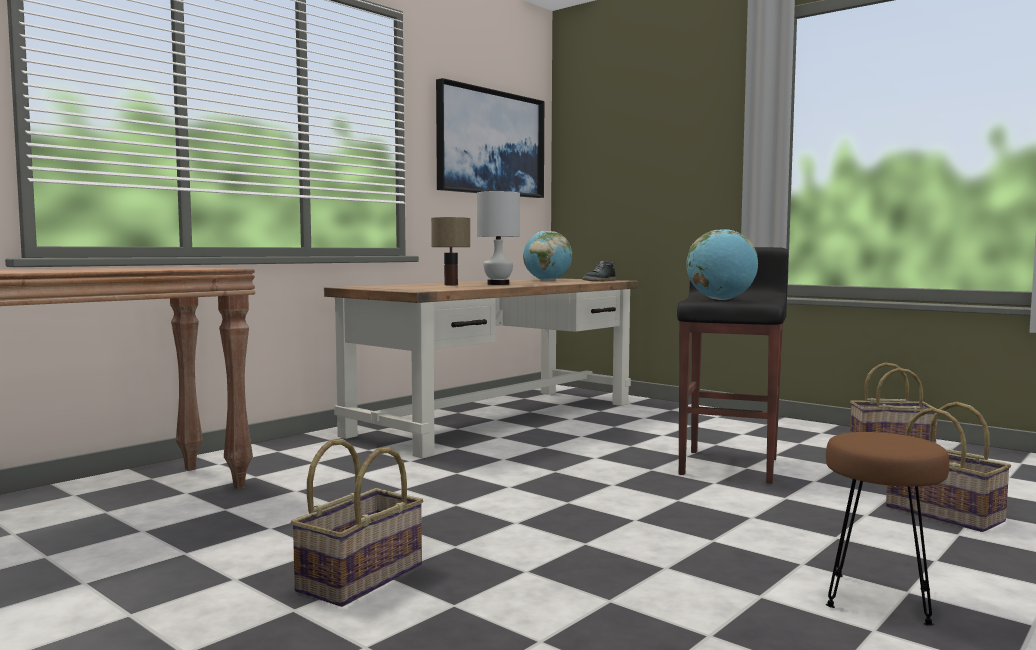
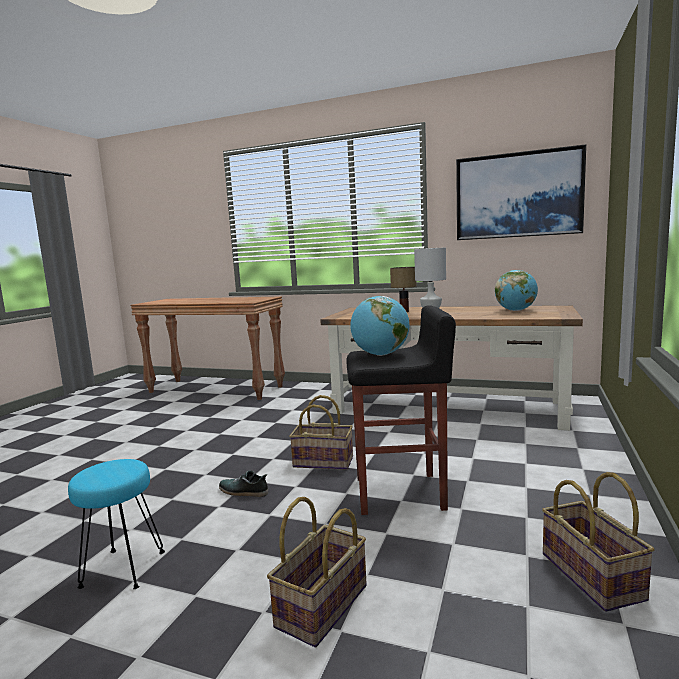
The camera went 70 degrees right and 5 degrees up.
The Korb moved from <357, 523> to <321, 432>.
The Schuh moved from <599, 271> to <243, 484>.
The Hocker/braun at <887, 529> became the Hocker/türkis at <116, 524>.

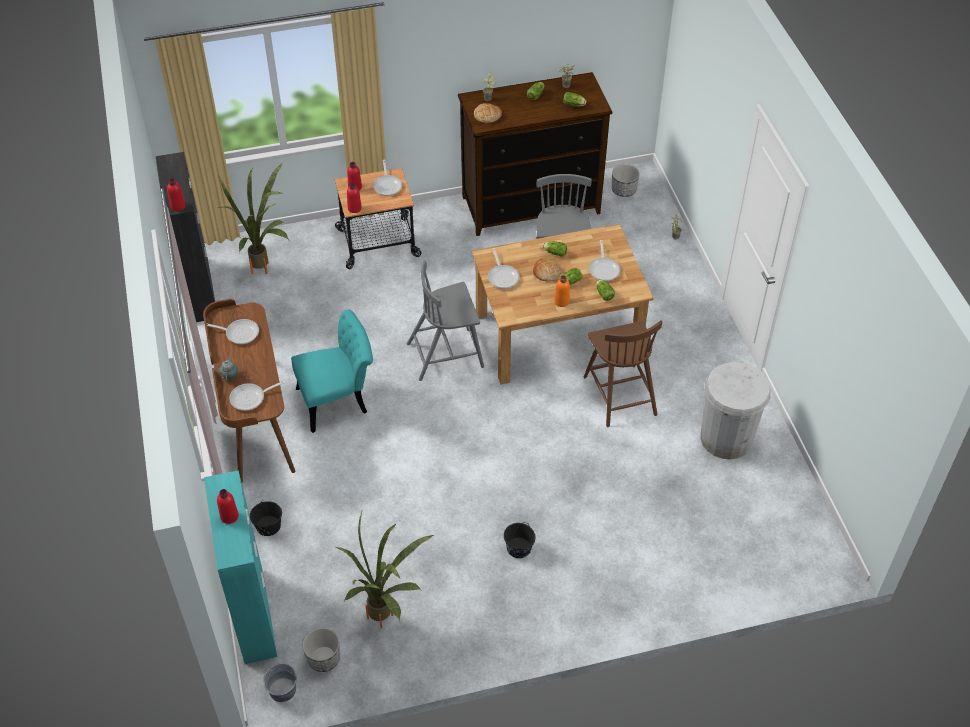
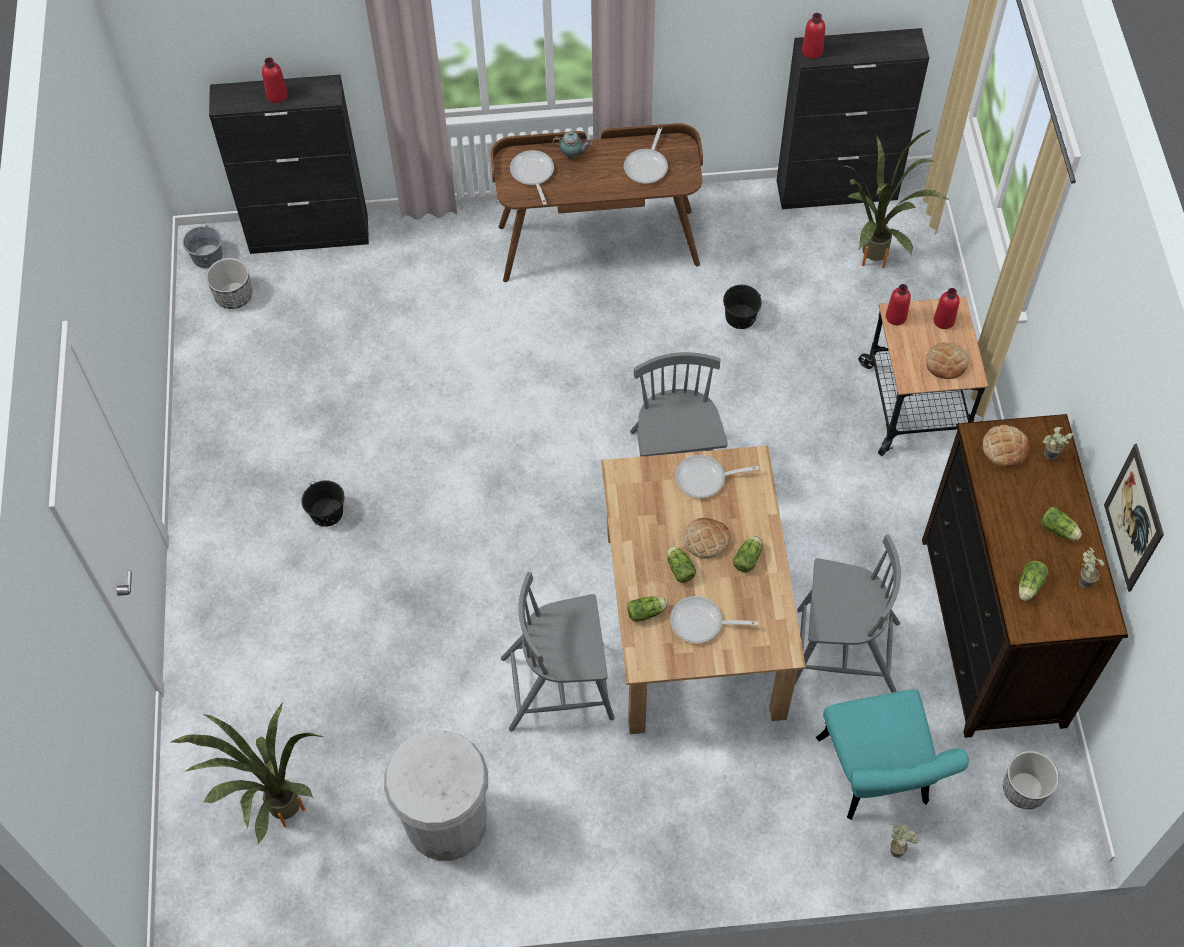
The camera went 100 degrees right and 10 degrees up.
The Schrank/türkis at <240, 567> became the Schrank/schwarz at <289, 164>.
The Eimer/schwarz moved from <266, 518> to <742, 307>.
The Stuhl/türkis moved from <332, 371> to <892, 755>.
The Topfpflanze moved from <384, 570> to <247, 773>.
The Pfanne at <387, 177> was replaced by the Brot at <947, 361>.
The Flasche/orange at <562, 291> disappeared.
The Stuhl/braun at <623, 373> became the Stuhl/grau at <557, 652>.
The Bild at <1134, 518> appeared.

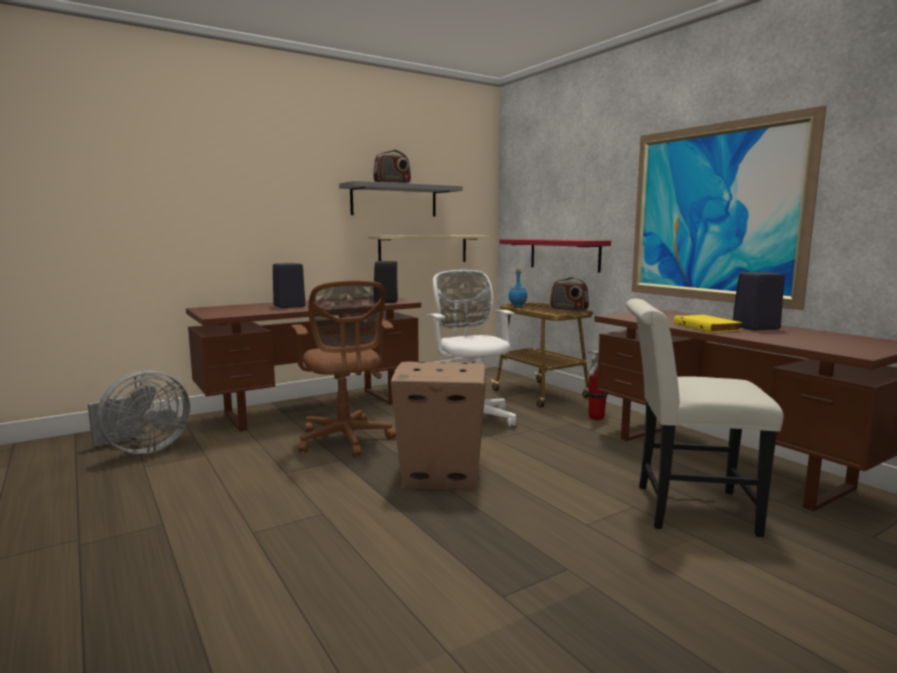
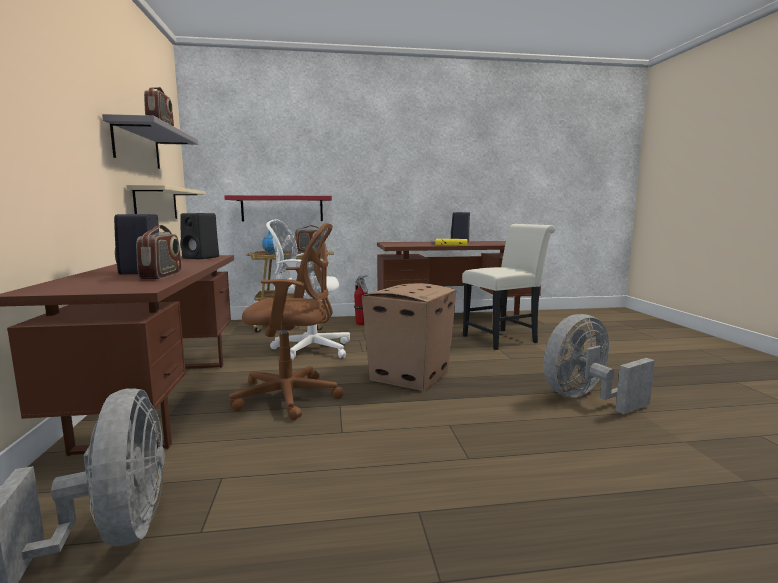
The camera went 65 degrees left and 0 degrees up.
The Stuhl/weiß at <705, 418> turned 150 degrees counterclockwise.
The Bild at <729, 207> disappeared.
The Radio at <159, 252> appeared.
The Ventilator/grau at <599, 364> appeared.

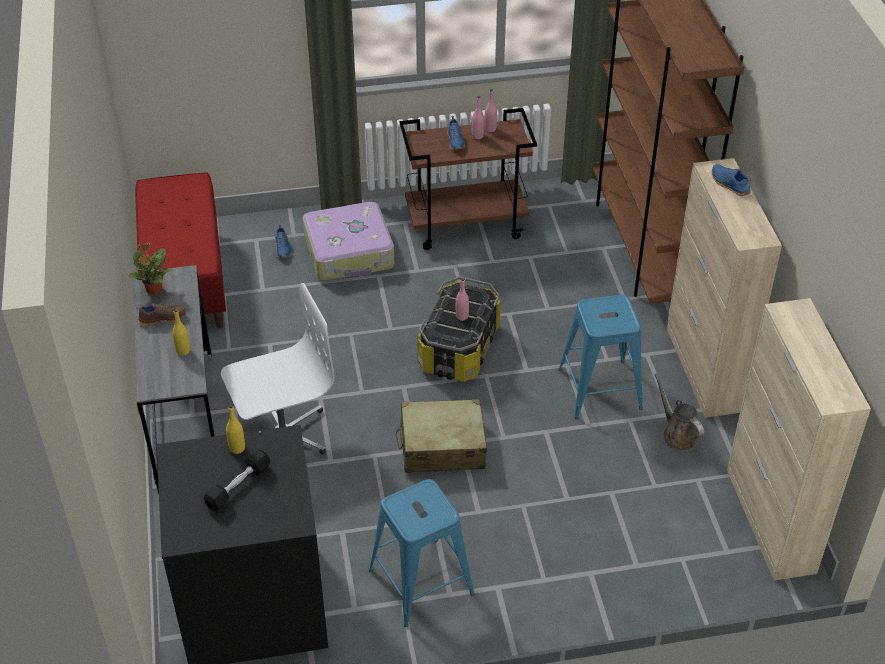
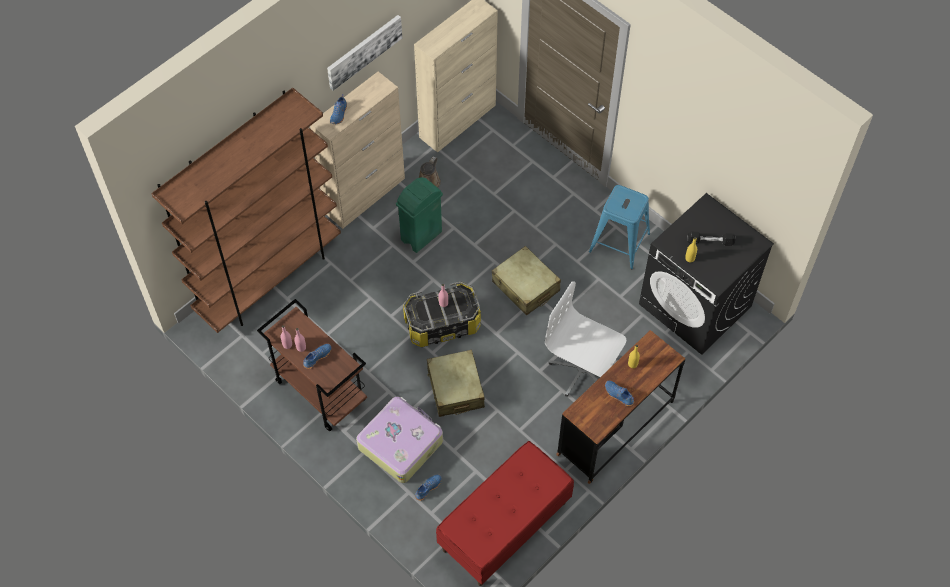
The camera went 125 degrees left and 15 degrees up.
The Topfpflanze at <150, 268> disappeared.
The Schreibtisch/grau at <174, 379> became the Schreibtisch/braun at <620, 407>.
The Schuh/braun at <161, 314> became the Schuh/blau at <619, 393>.
The Hocker/blau at <600, 357> was replaced by the Mülleimer/grün at <419, 215>.
The Bild at <364, 53> appeared.
The Koffer/beige at <456, 383> appeared.

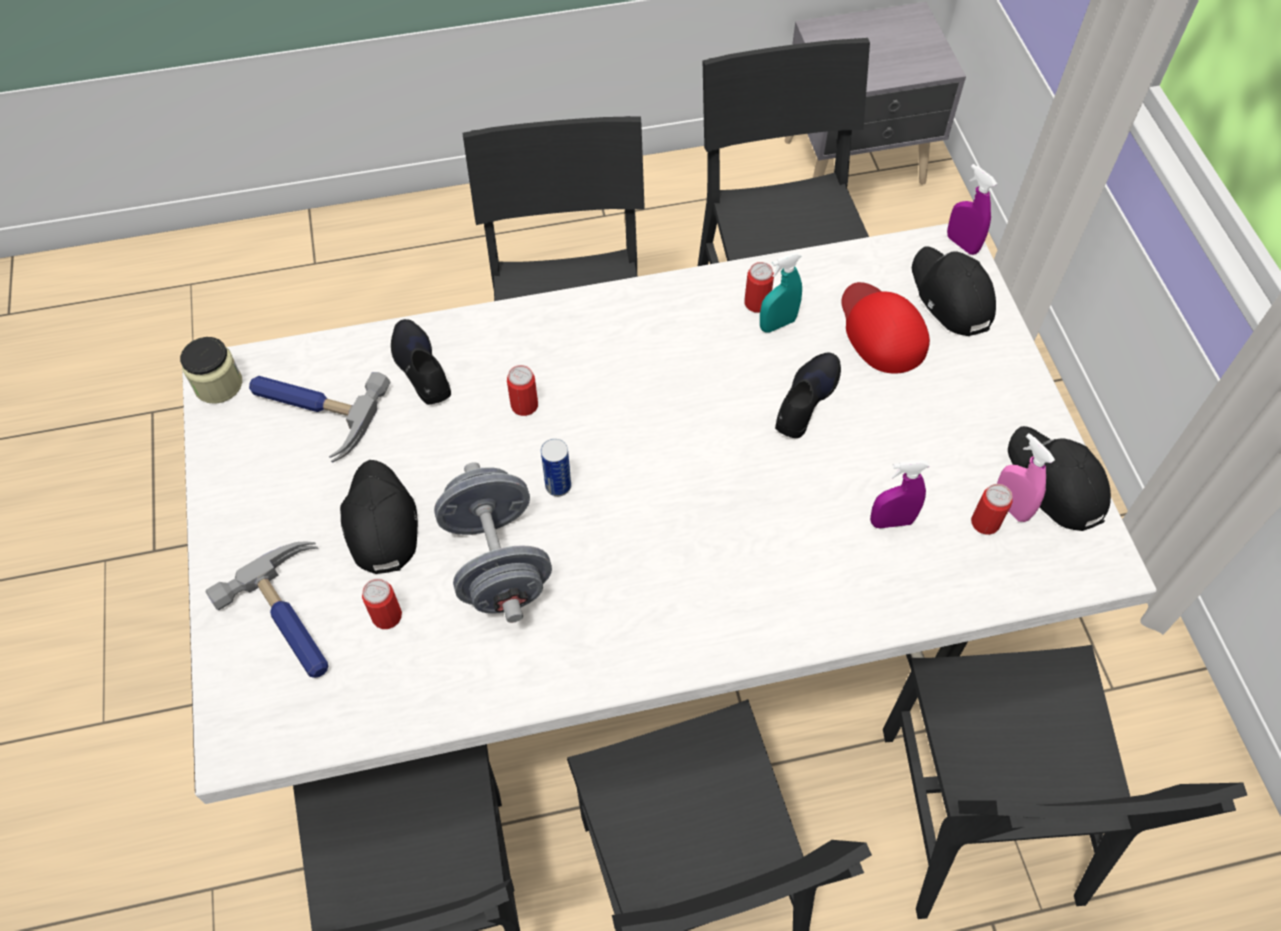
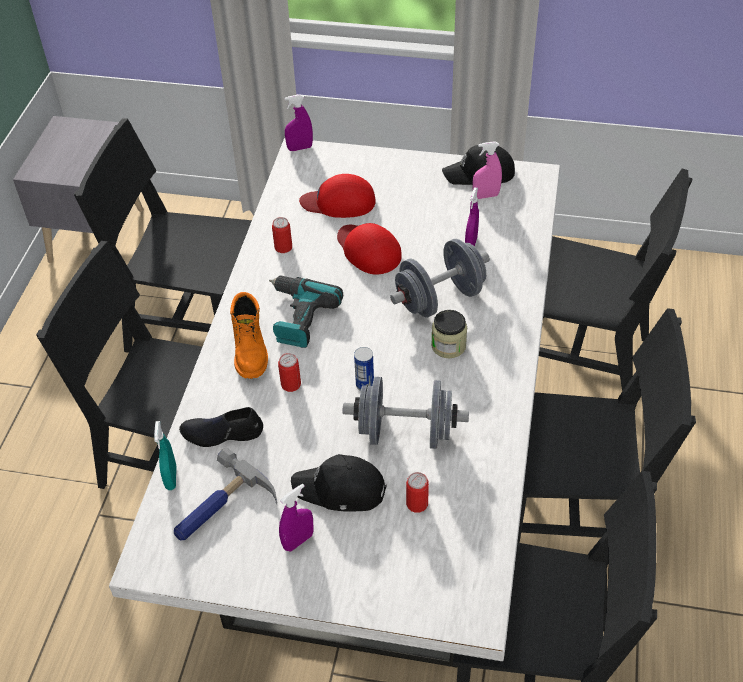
The camera went 65 degrees left and 10 degrees down.
The Vorratsglas moved from <211, 370> to <449, 334>.
The Hammer at <267, 609> disappeared.
The Sprühflasche/türkis moved from <781, 292> to <165, 455>.
The Schuh/schwarz at <808, 395> was replaced by the Kappe/rot at <369, 248>.
The Kappe/schwarz at <954, 291> disappeared.
The Dose at <992, 509> disappeared.
The Stiefel/orange at <249, 335> appeared.
The Bohrmaschine at <306, 311> appeared.
The Sprühflasche/lila at <296, 517> appeared.
The Hantel/grau at <440, 278> appeared.

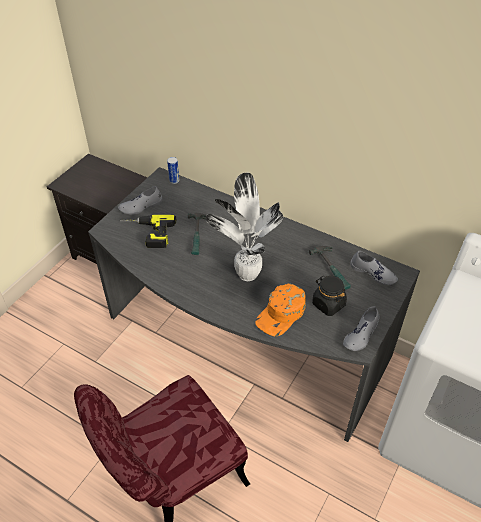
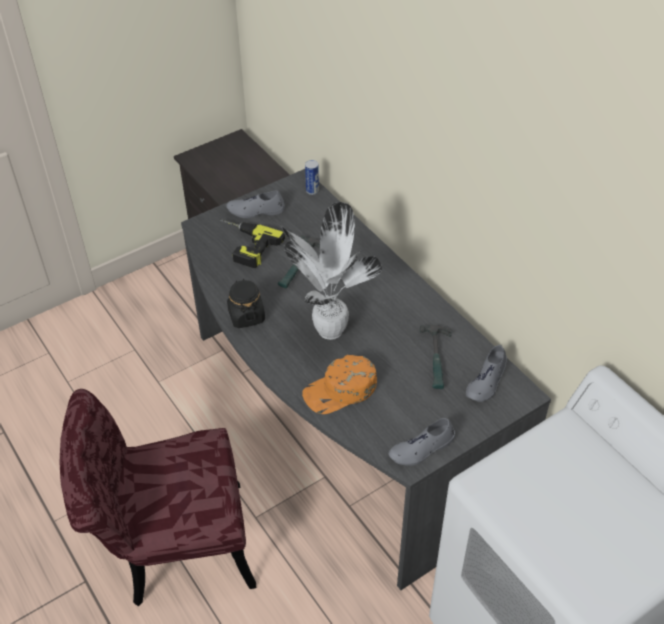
The camera went 25 degrees right and 0 degrees up.
The Vorratsglas/schwarz moved from <329, 296> to <246, 303>.
The Schuh/grau at <374, 268> turned 60 degrees clockwise.

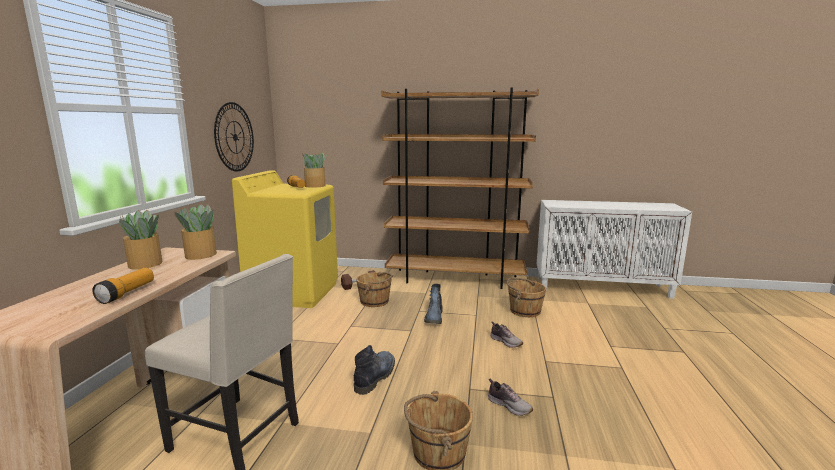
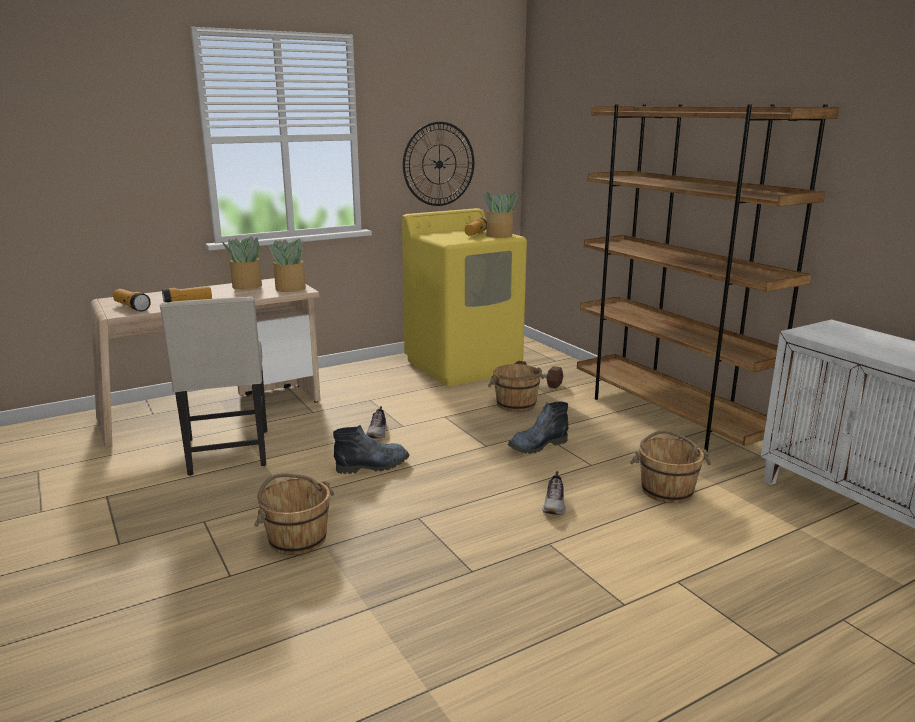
The camera went 50 degrees right and 5 degrees up.
The Schuh moved from <510, 397> to <376, 422>.
The Taschenlampe at <132, 300> appeared.

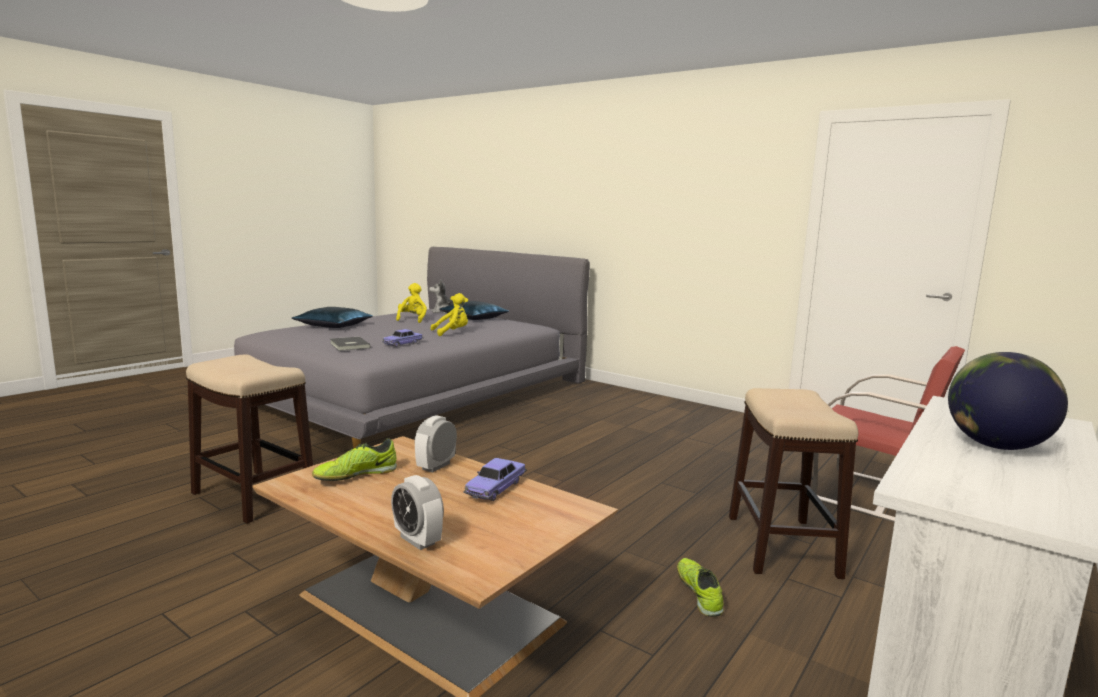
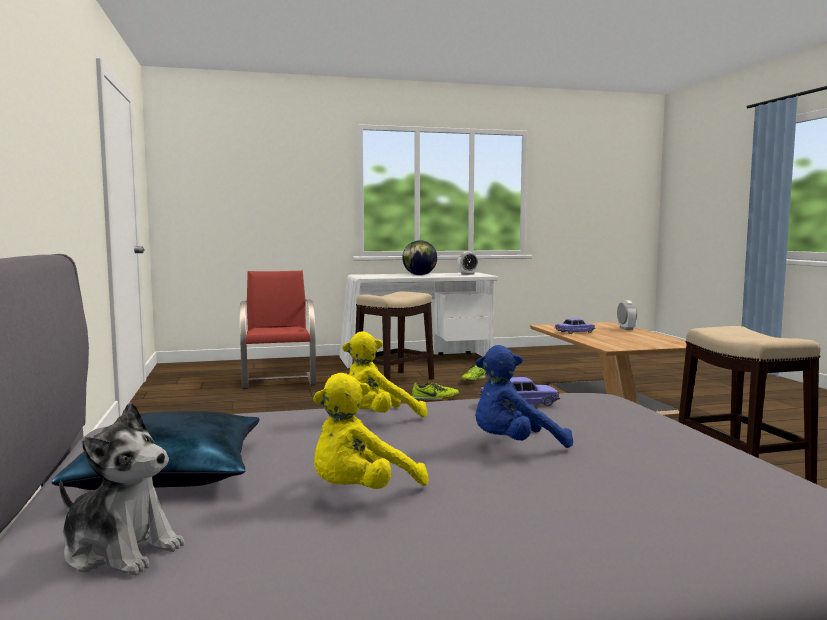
The camera went 140 degrees left and 5 degrees down.
The Kissen/blau at <332, 317> disappeared.
The Schuh moved from <354, 459> to <435, 390>.
The Buch/grau at <350, 344> disappeared.
The Wecker moved from <436, 443> to <468, 263>.
The Plüschtier/gelb at <449, 314> turned 45 degrees counterclockwise.
The Plüschtier/blau at <524, 396> appeared.

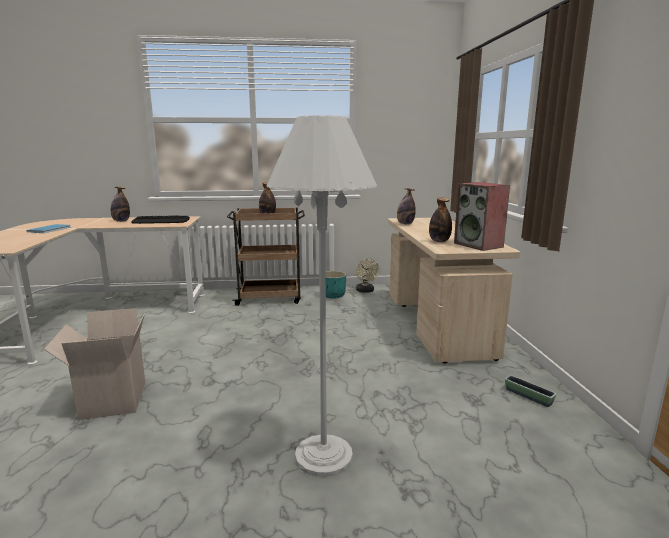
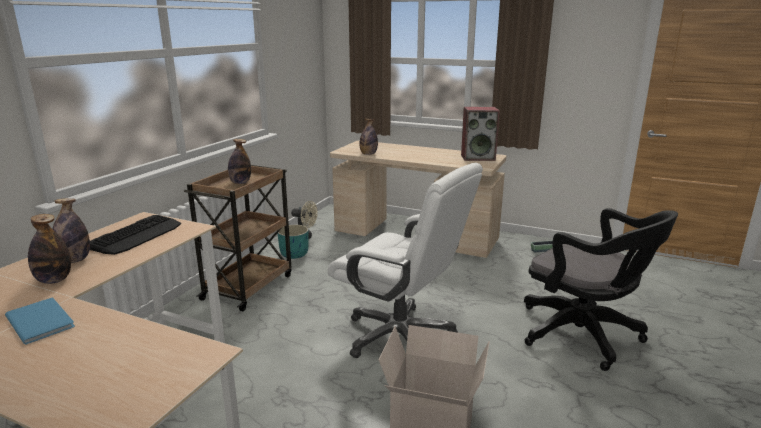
The camera went 60 degrees left and 5 degrees up.
The Stehlampe/weiß at <322, 296> was replaced by the Bürostuhl/schwarz at <601, 289>.
The Flasche moved from <440, 219> to <49, 249>.
The Bürostuhl/weiß at <405, 260> appeared.

